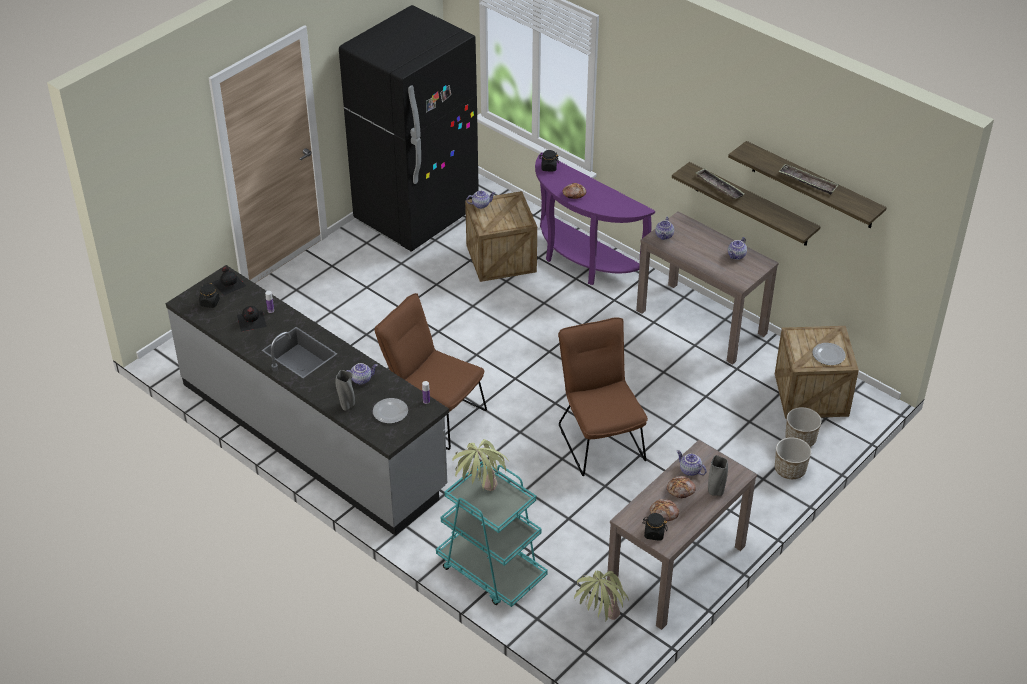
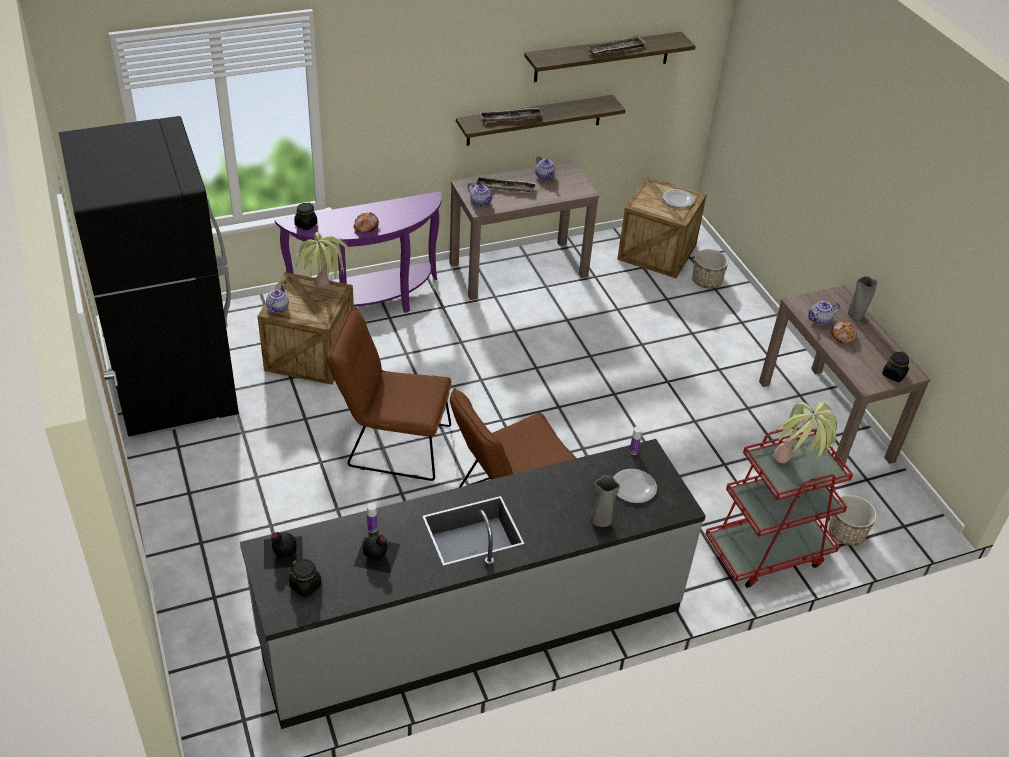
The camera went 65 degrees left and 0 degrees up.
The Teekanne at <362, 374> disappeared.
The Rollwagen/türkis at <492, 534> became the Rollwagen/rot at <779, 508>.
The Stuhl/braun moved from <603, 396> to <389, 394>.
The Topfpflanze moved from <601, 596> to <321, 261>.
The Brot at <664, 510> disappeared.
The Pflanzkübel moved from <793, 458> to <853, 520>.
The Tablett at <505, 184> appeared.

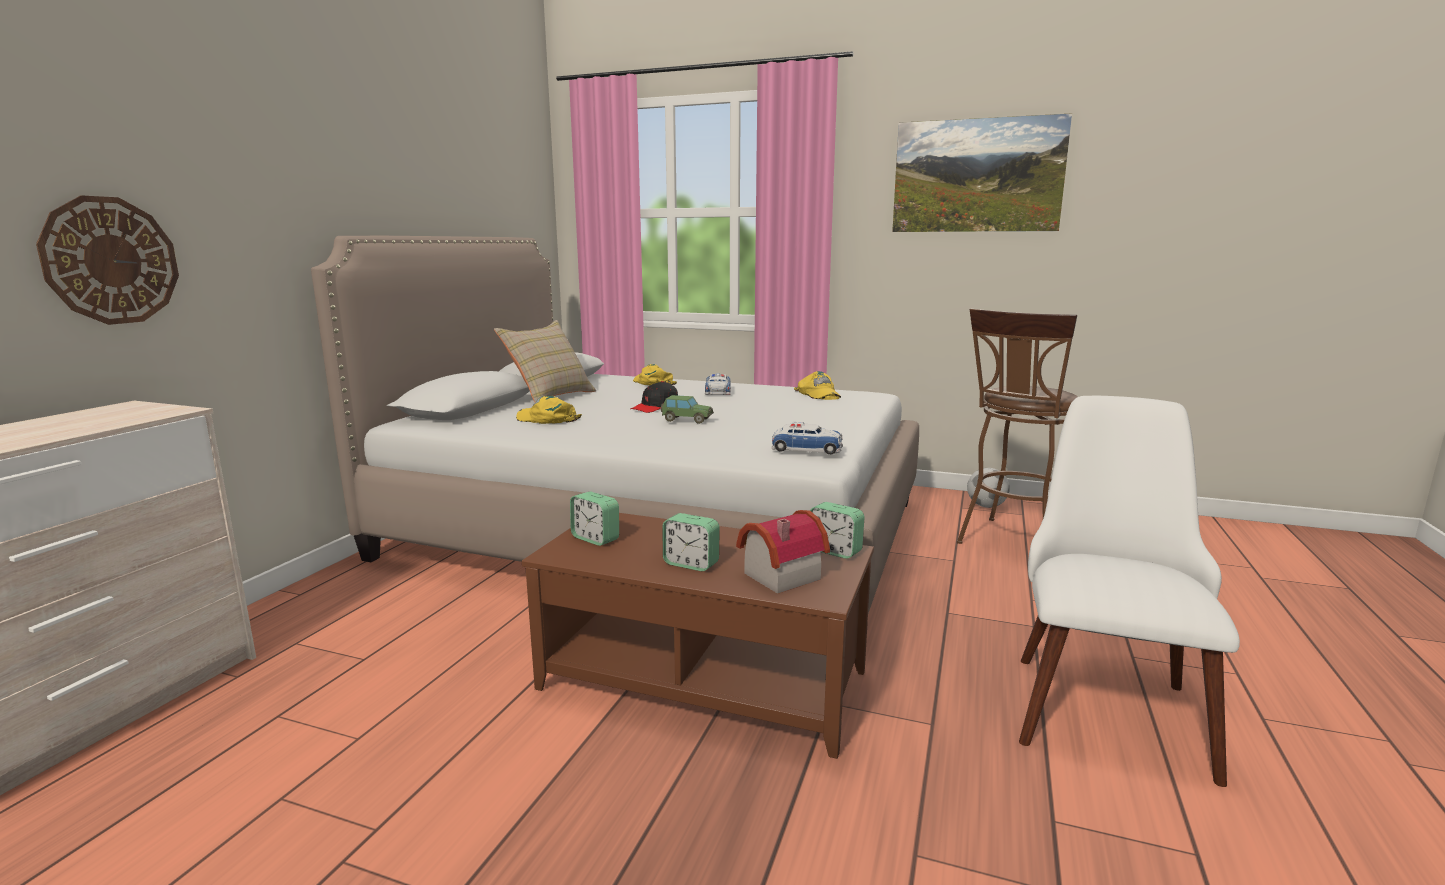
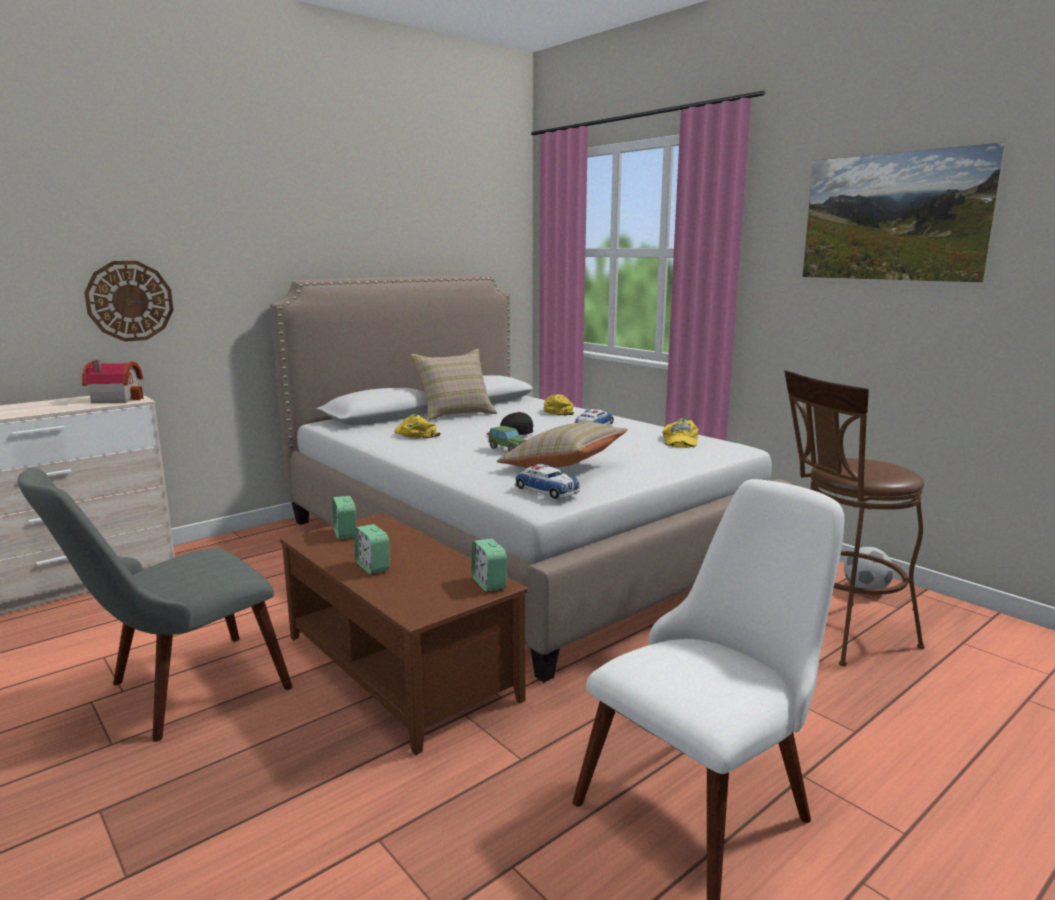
The camera went 30 degrees right and 0 degrees up.
The Spielzeughaus moved from <783, 552> to <113, 381>.
The Stuhl/grau at <155, 605> appeared.
The Kissen/beige at <562, 445> appeared.

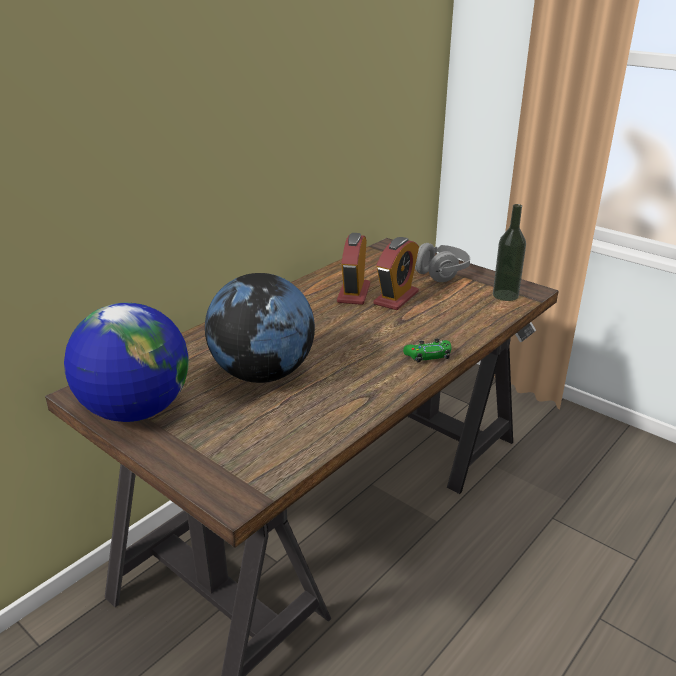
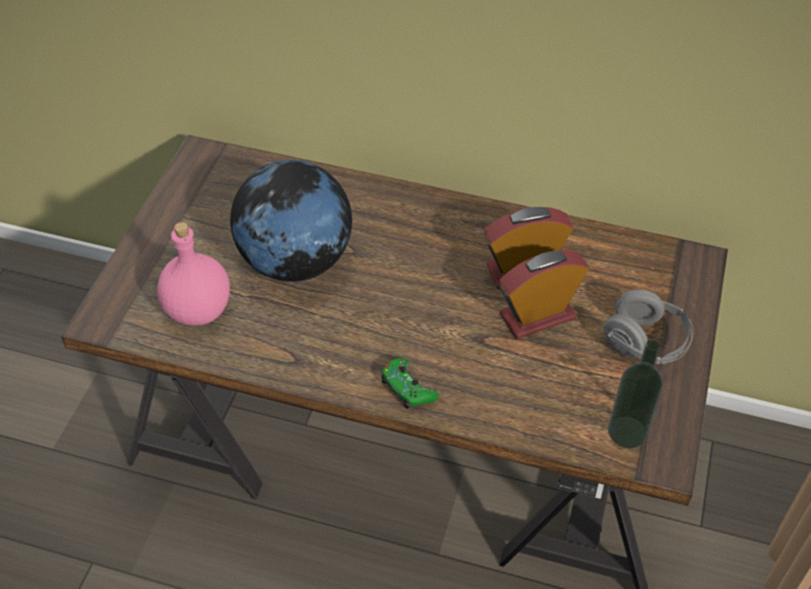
The camera went 65 degrees right and 20 degrees up.
The Globus at <126, 362> disappeared.
The Wecker at <396, 273> turned 150 degrees clockwise.
The Flasche/rosa at <193, 274> appeared.

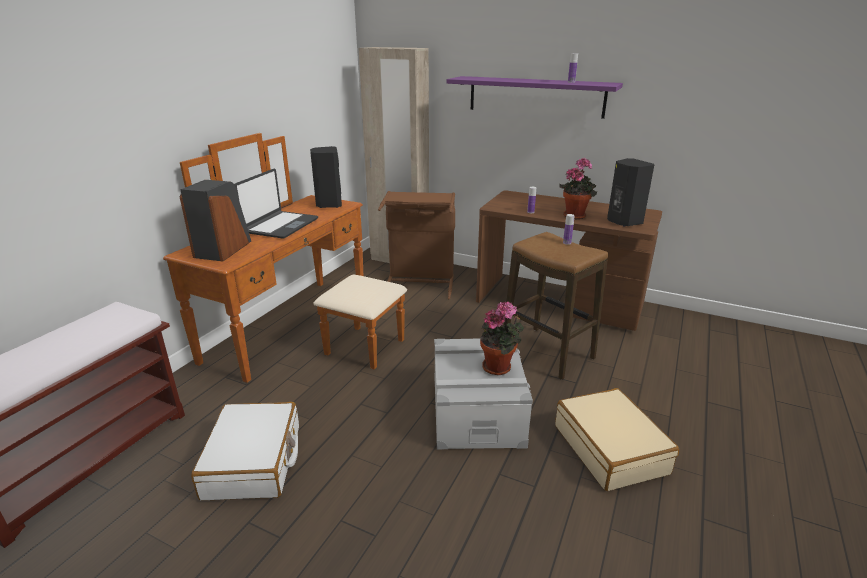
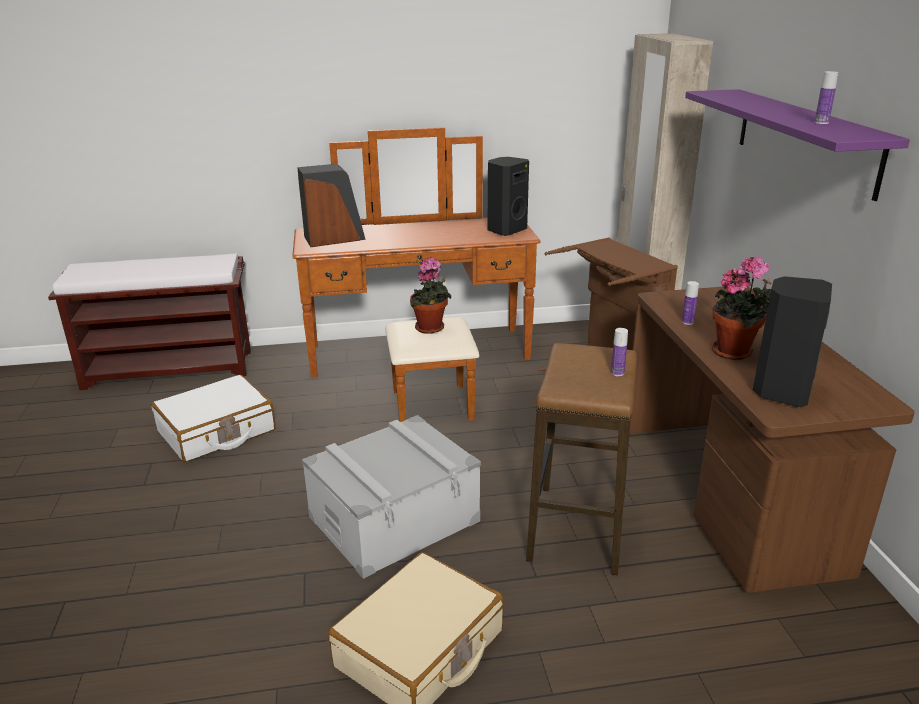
The camera went 55 degrees right and 0 degrees up.
The Laptop at <276, 204> disappeared.
The Topfpflanze moved from <502, 338> to <430, 295>.

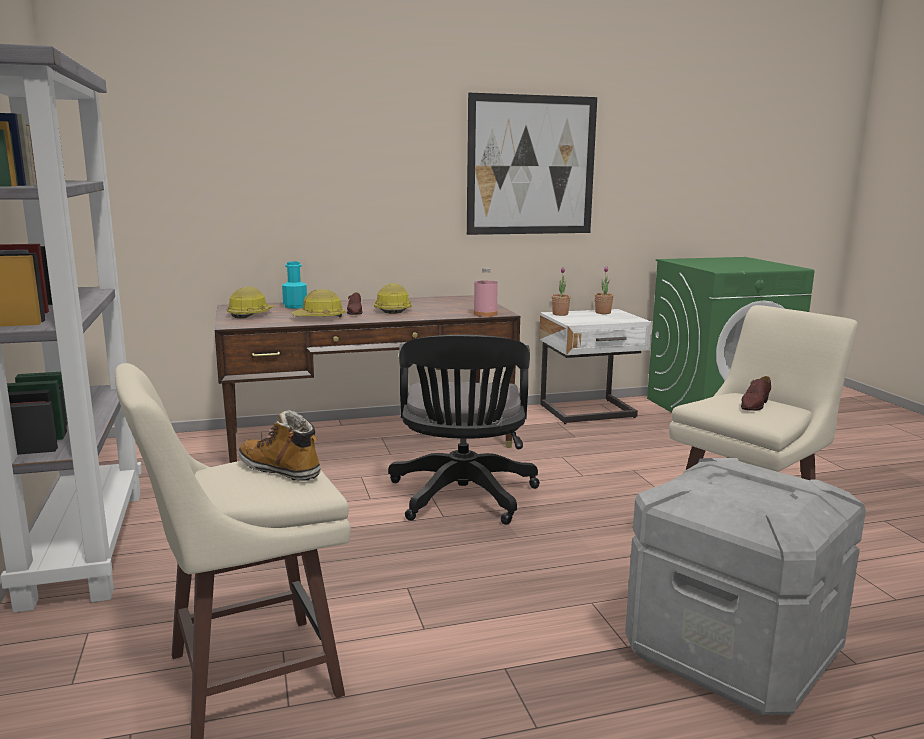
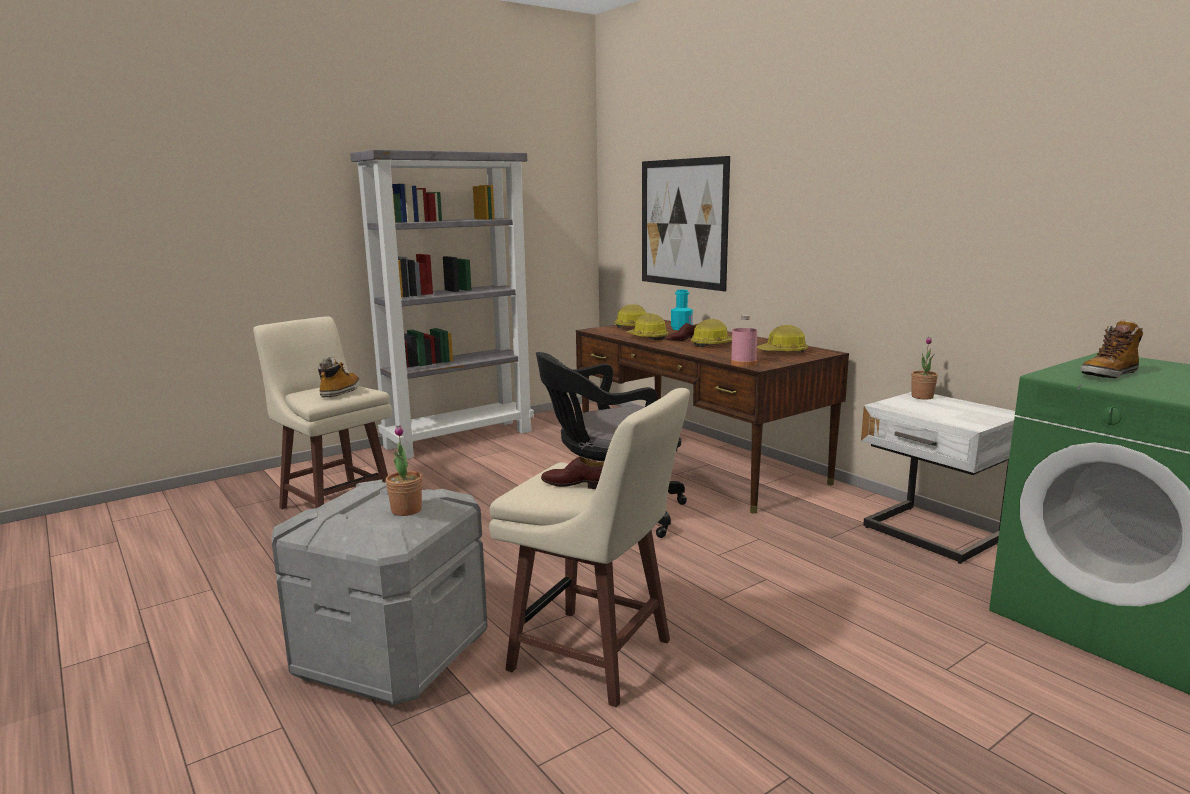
The camera went 70 degrees right and 0 degrees up.
The Bild moved from <532, 164> to <686, 223>.
The Topfpflanze moved from <604, 290> to <403, 470>.
The Schutzhelm at <782, 338> appeared.
The Stiefel at <1111, 349> appeared.

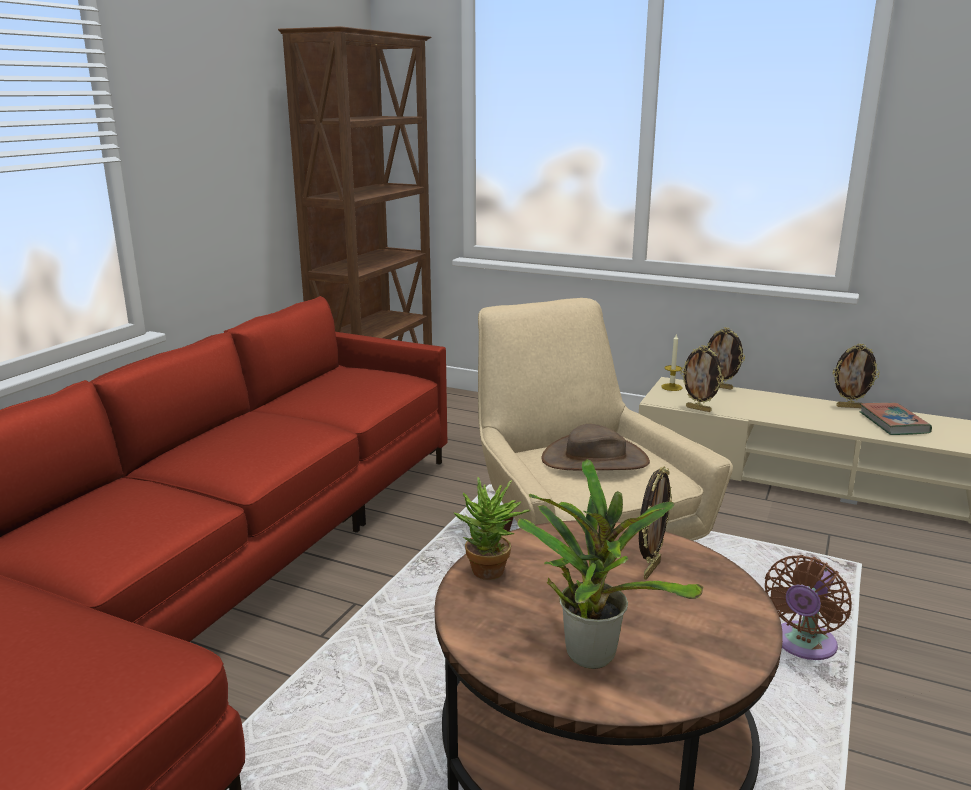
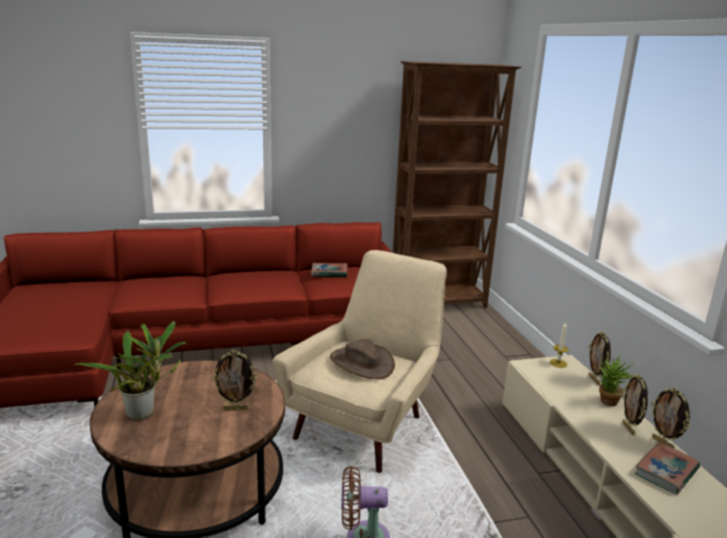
The camera went 50 degrees right and 0 degrees up.
The Topfpflanze moved from <492, 528> to <616, 380>.
The Bilderrahmen moved from <702, 378> to <635, 405>.
The Buch at <329, 270> appeared.

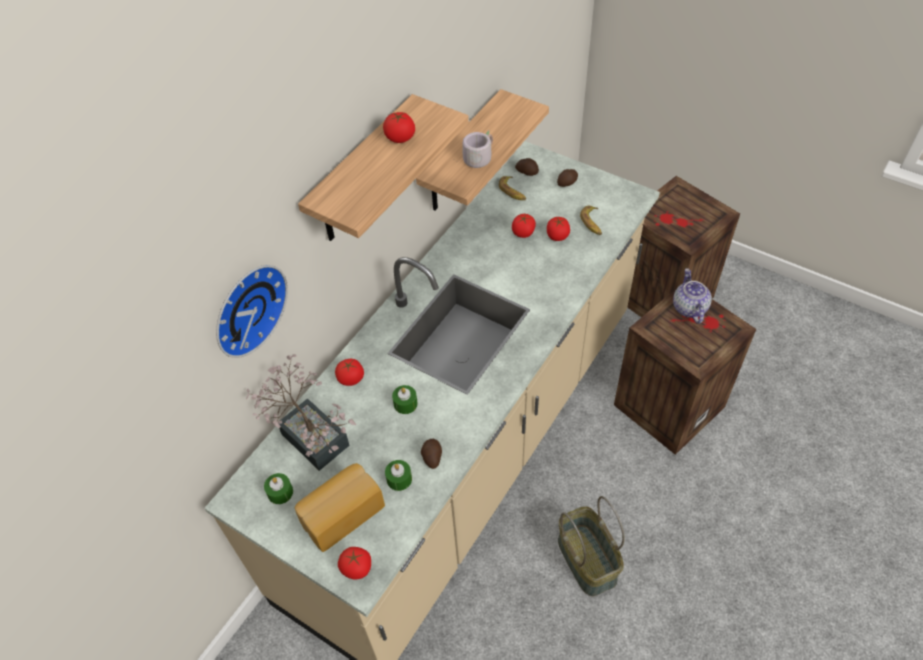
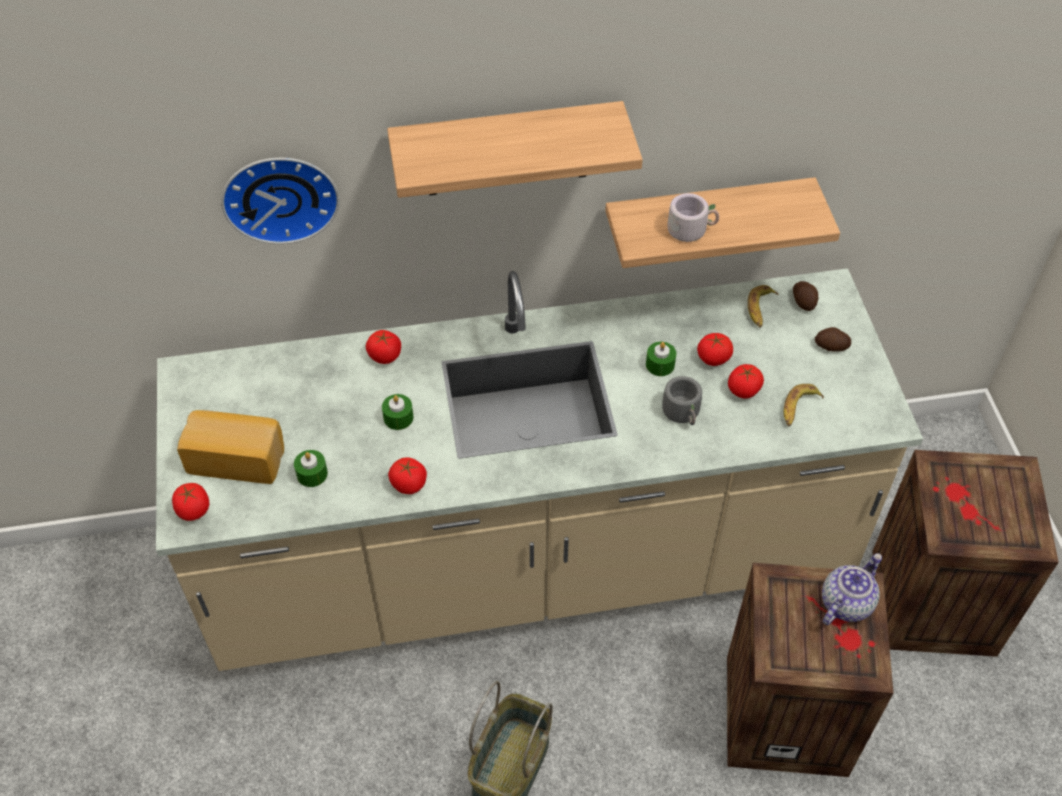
The camera went 45 degrees right and 0 degrees up.
The Topfpflanze at <301, 412> disappeared.
The Kerze/grün moved from <278, 488> to <661, 359>.
The Tomate moved from <399, 127> to <407, 475>.
The Kartoffel at <431, 454> disappeared.
The Henkelbecher/grau at <682, 400> appeared.

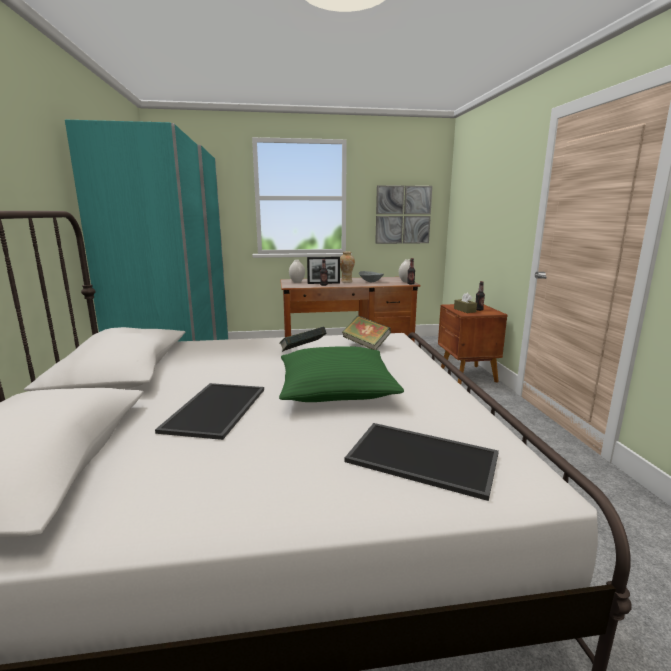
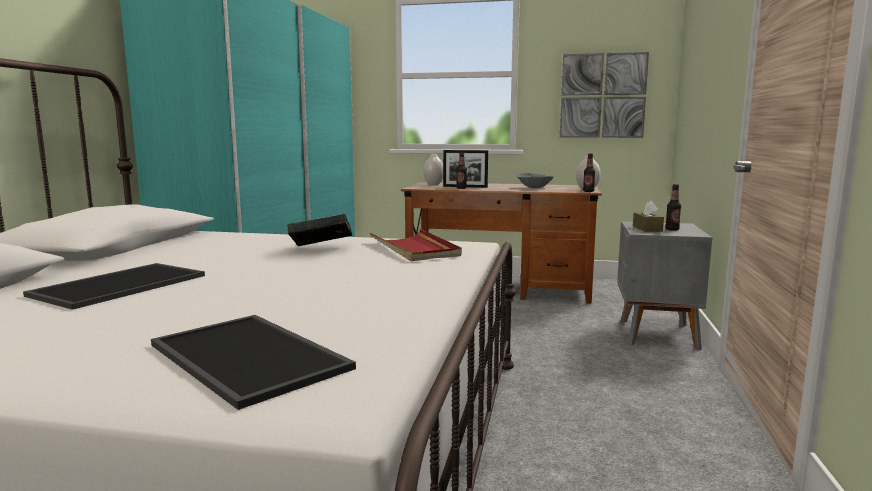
The camera went 20 degrees right and 5 degrees down.
The Kissen/grün at <341, 374> disappeared.
The Vase at <347, 267> disappeared.
The Buch at <366, 333> was replaced by the Tablett/rot at <416, 245>.
The Nachttisch/braun at <472, 344> became the Nachttisch/grau at <664, 285>.

